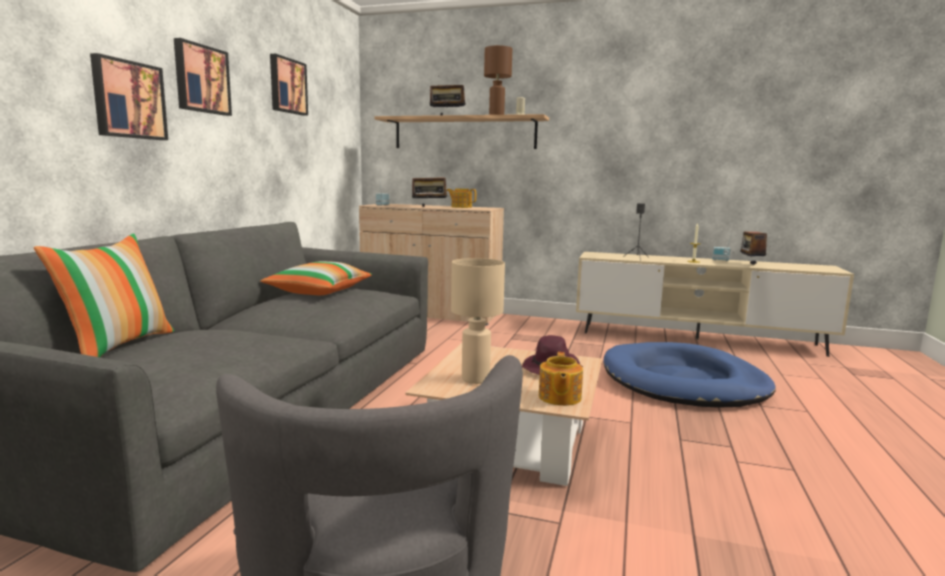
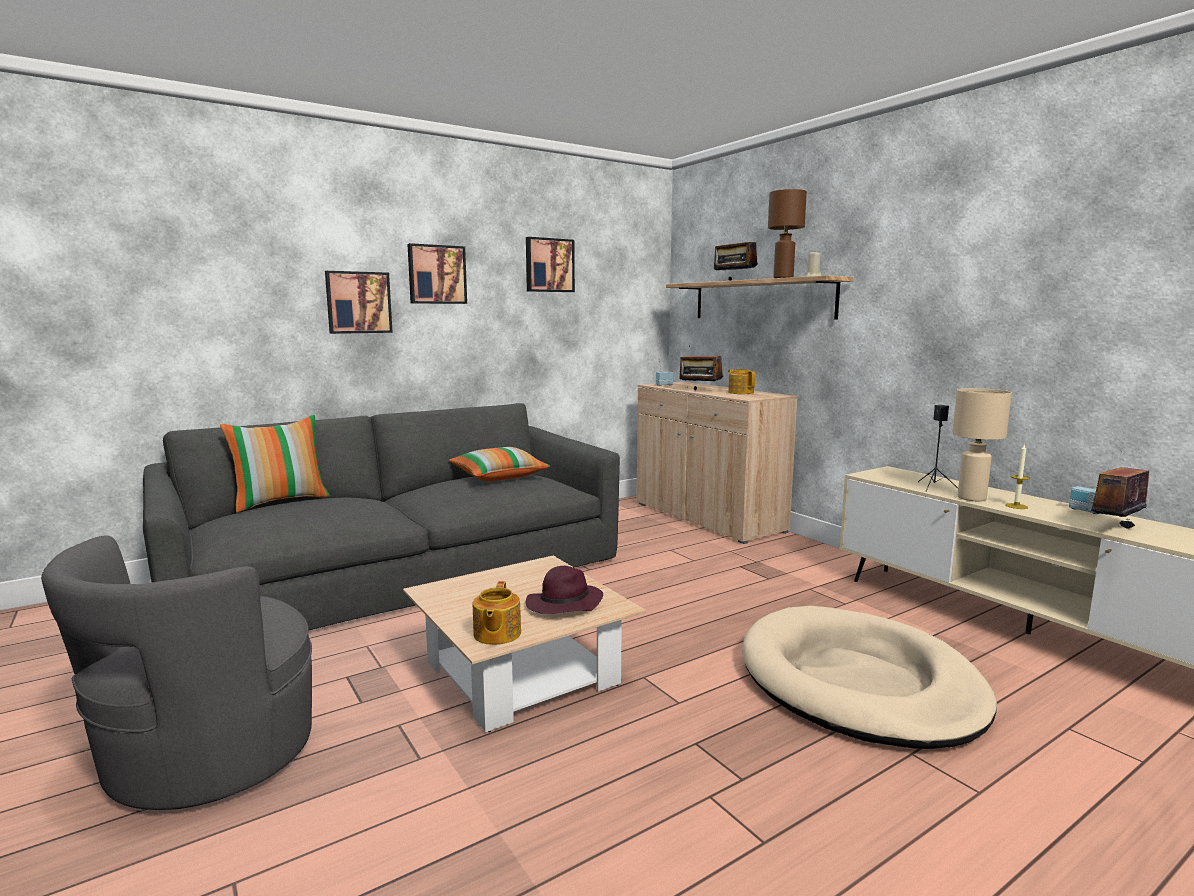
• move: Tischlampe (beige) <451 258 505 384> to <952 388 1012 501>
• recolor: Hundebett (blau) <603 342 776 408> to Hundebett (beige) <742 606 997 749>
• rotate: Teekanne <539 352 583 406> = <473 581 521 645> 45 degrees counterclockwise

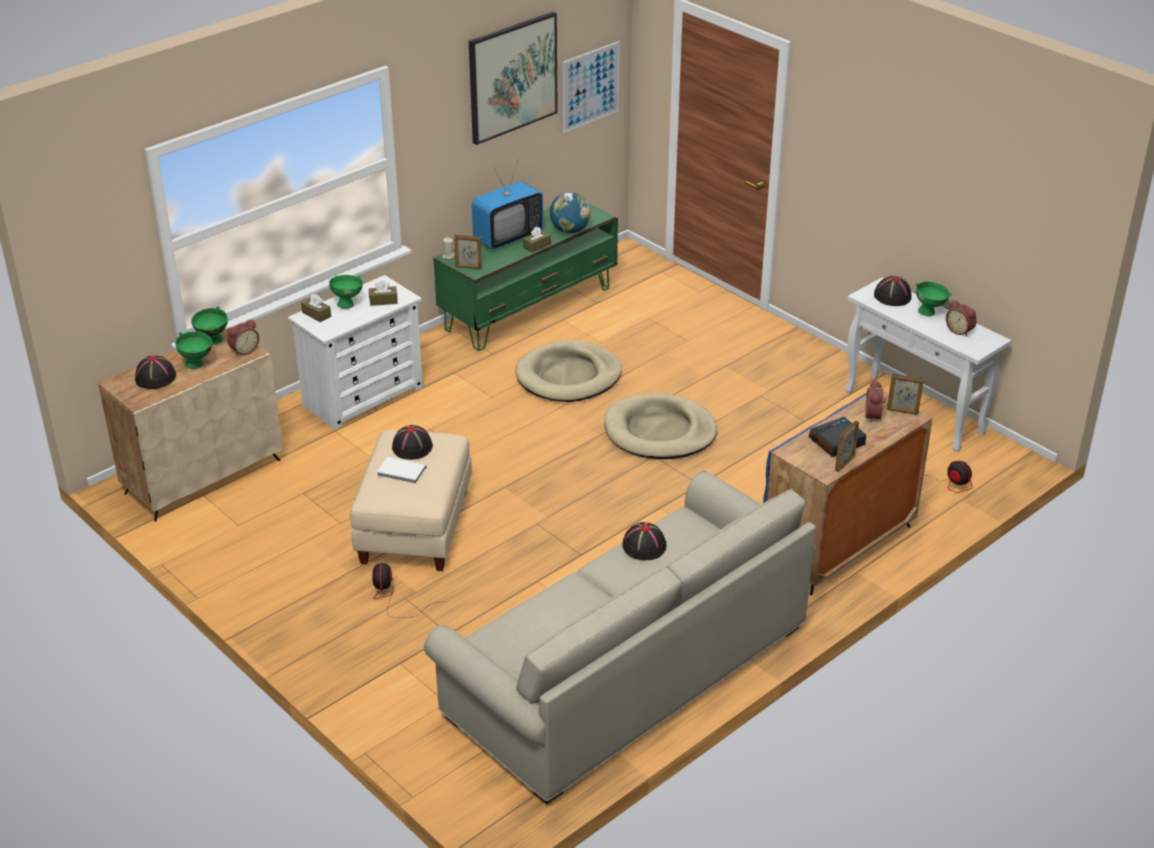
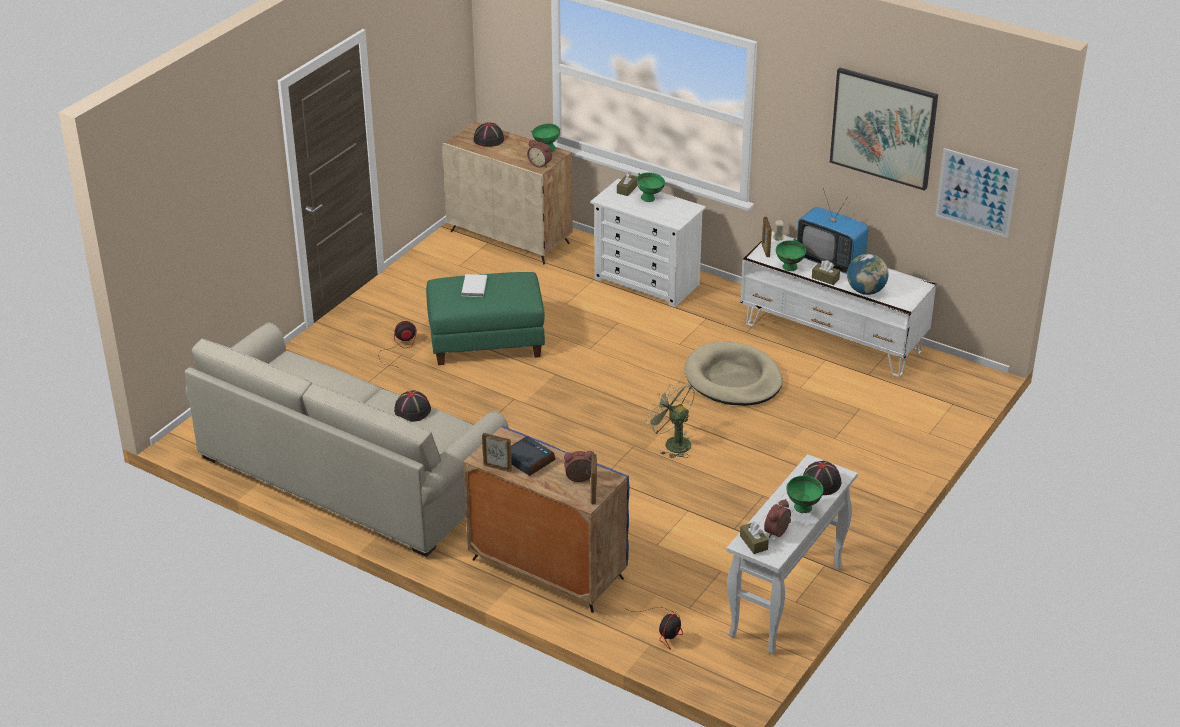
• recolor: Fernsehschrank (grün) <434 203 618 351> to Fernsehschrank (weiß) <740 231 936 377>
• move: Taschentuchbox (braun) <369 280 398 306> to <740 521 769 554>
• move: Schüssel (grün) <175 331 212 369> to <776 239 806 271>
• replace: Hundebett (beige) <604 393 717 459> to Ventilator (grün) <646 380 695 458>
• delete: Hut (schwarz) <392 425 433 460>
• recolor: Polsterhocker (beige) <350 430 472 571> to Polsterhocker (grün) <426 272 545 365>

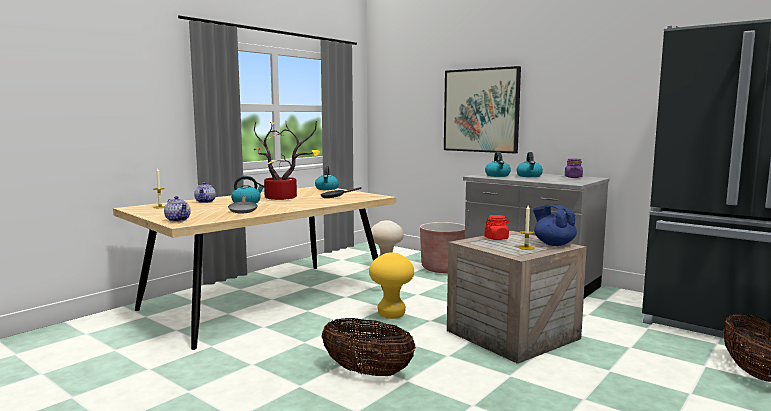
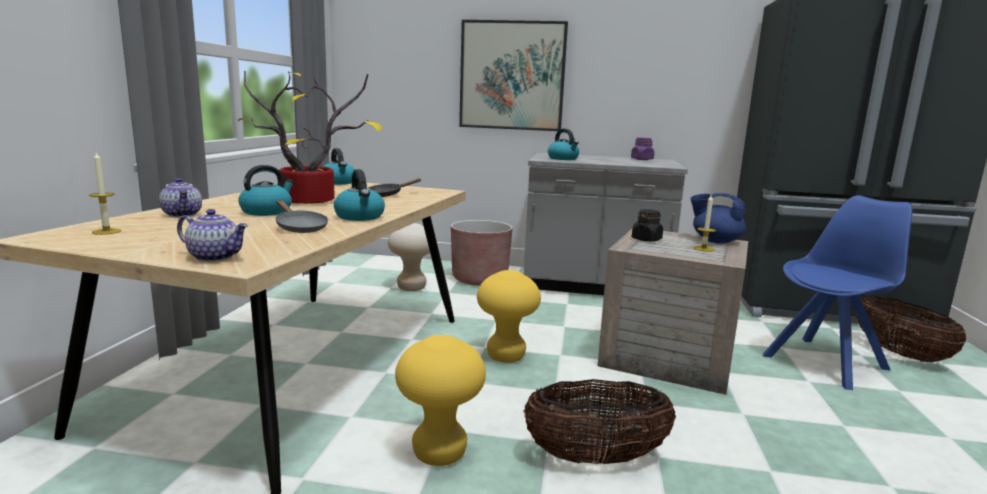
• move: Wasserkessel <517 152 543 177> to <334 169 385 221>
• recolor: Vorratsglas (rot) <485 215 509 240> to Vorratsglas (schwarz) <632 209 663 242>
• insert: Stuhl (blau) <763 195 912 390>
• insert: Hocker (gelb) <395 335 486 466>

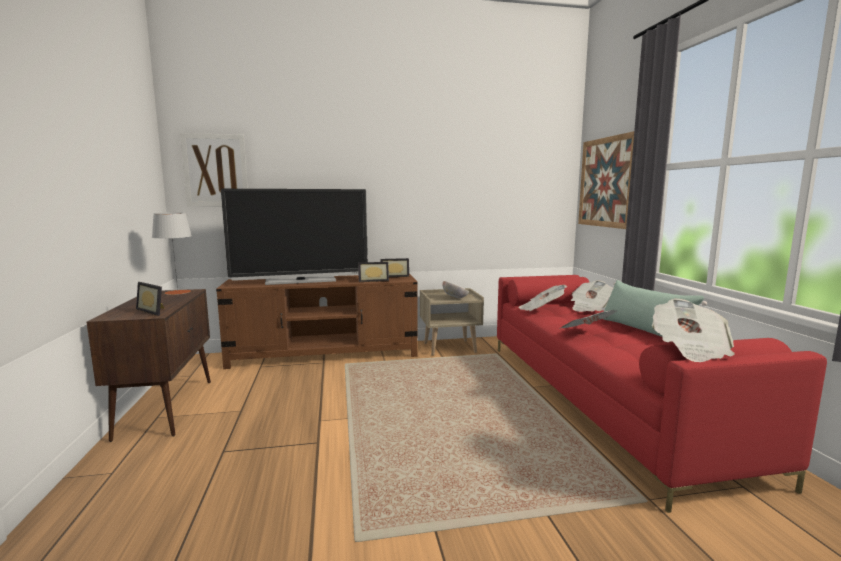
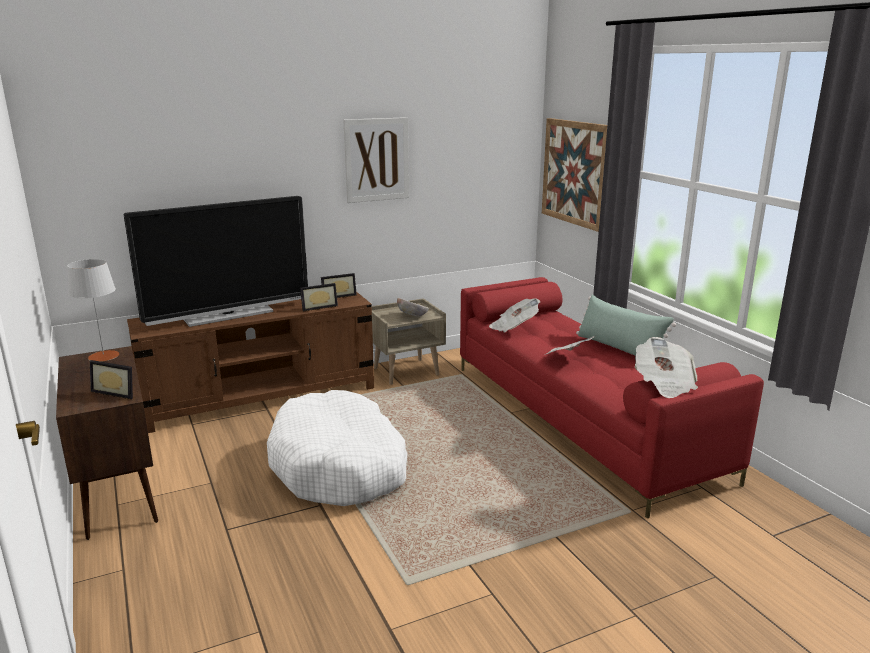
• move: Bild <180 133 248 207> to <344 117 409 203>
• delete: Zeitung <571 281 613 312>
• insert: Hundebett (weiß) <267 390 408 506>

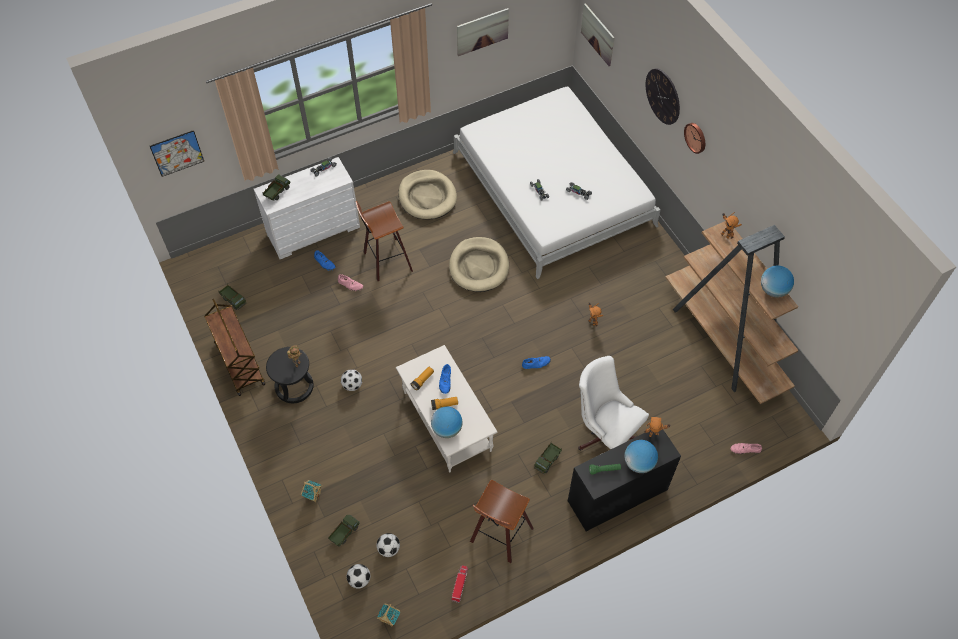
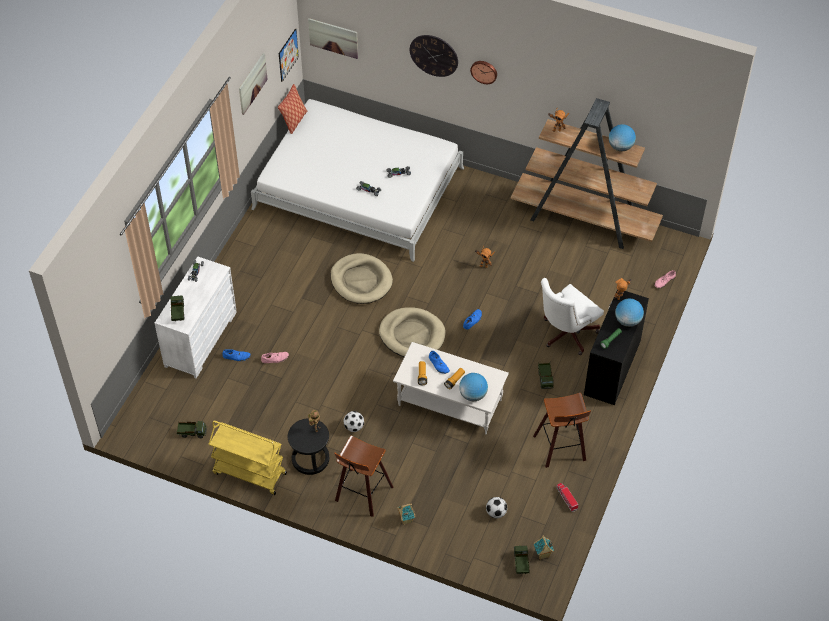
• move: Bild <150 130 204 177> to <279 28 299 82>
• move: Hundebett (beige) <398 170 457 220> to <379 307 446 357>
• move: Hocker <356 201 413 281> to <334 436 393 517>
• recolor: Rollwagen (braun) <204 299 265 396> to Rollwagen (gelb) <209 421 287 495>
• rotate: Bürostuhl (weiß) <578 356 649 450> = <541 278 604 355> 45 degrees counterclockwise
• move: Spielzeuglaster <328 515 360 547> to <514 545 530 574>
• delete: Fußball <347 564 370 589>
• insert: Kissen <278 84 307 134>

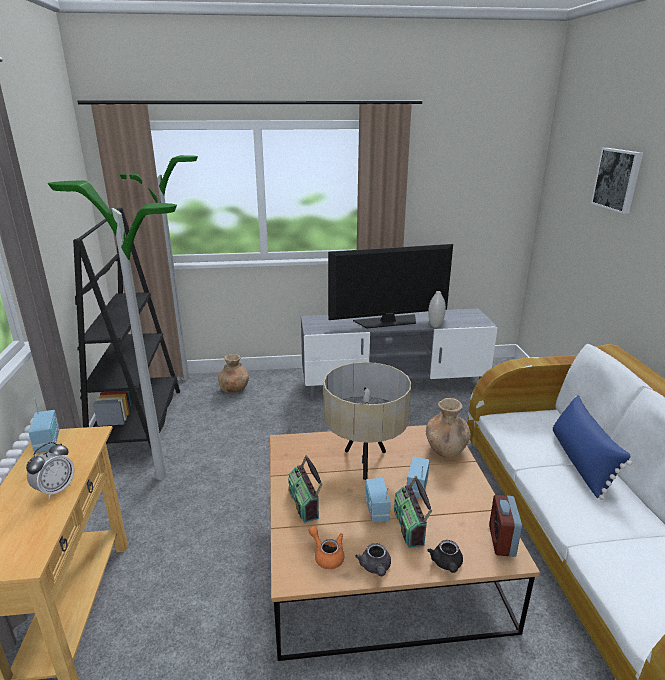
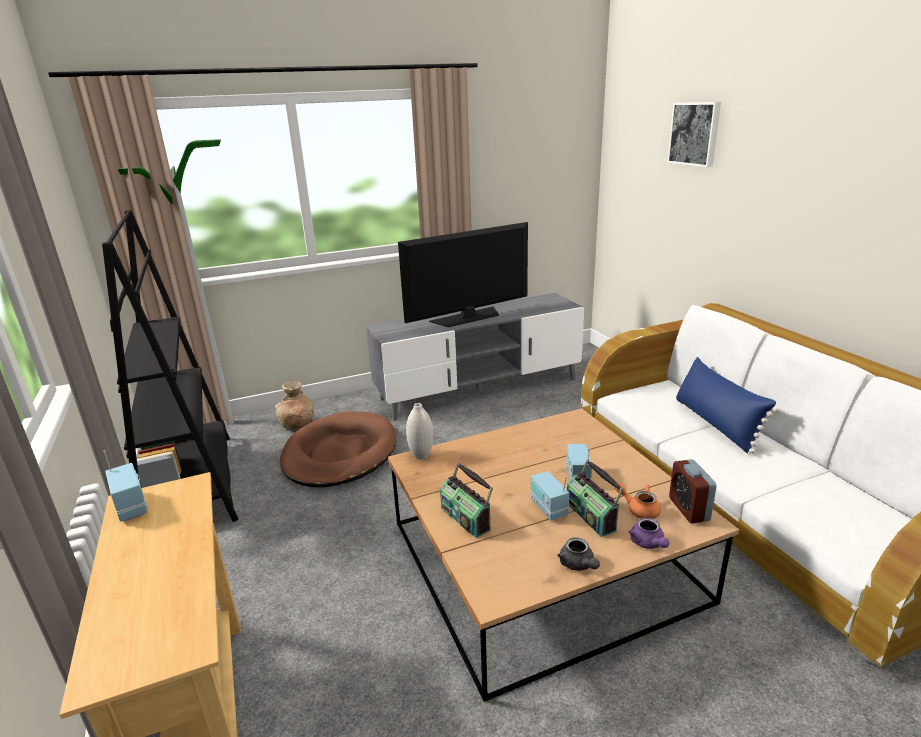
• delete: Stehlampe <48 180 177 480>
• move: Vase (weiß) <428 291 446 328> to <406 403 434 460>
• delete: Tischlampe (beige) <323 362 411 480>
• delete: Vase (braun) <426 398 471 458>
• delete: Wecker <26 442 74 499>
• move: Teekanne (orange) <309 526 344 569> to <615 483 661 519>
• recolor: Teekanne (schwarz) <427 540 463 573> to Teekanne (lila) <628 517 670 549>
• insert: Hundebett (braun) <280 411 396 487>

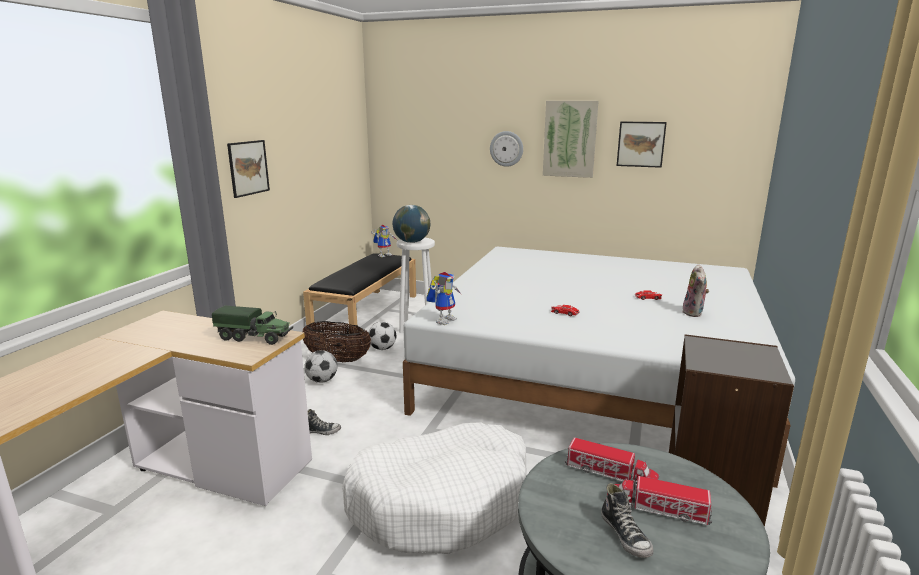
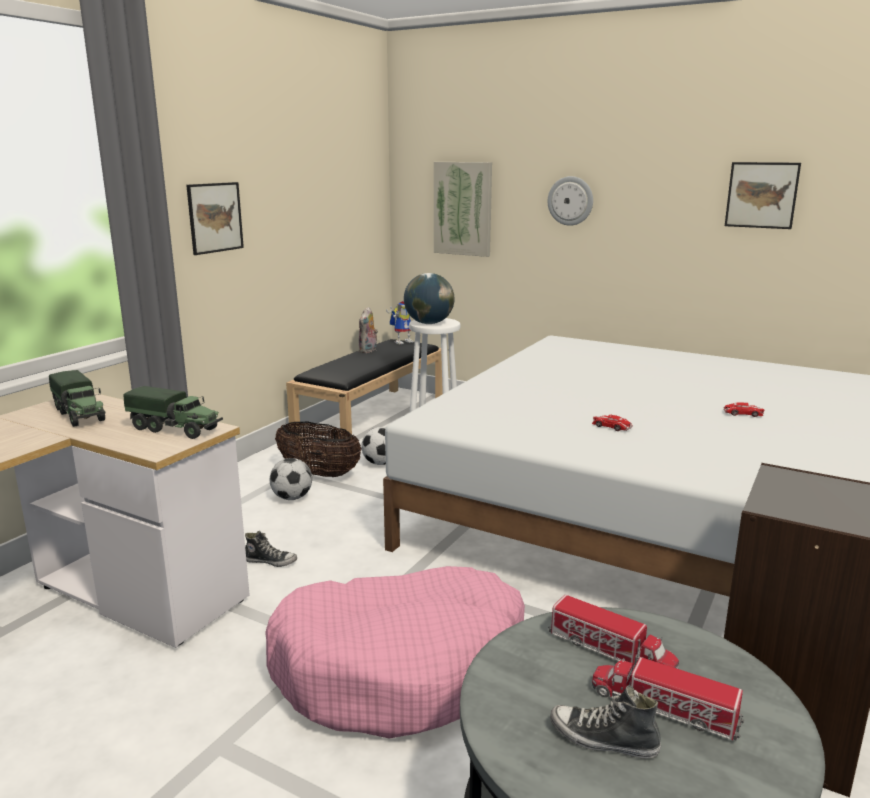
• move: Bild <543 101 599 178> to <434 162 492 257>
• move: Plüschtier <683 264 709 317> to <359 307 378 353>
• delete: Spielzeugroboter <427 272 461 325>
• recolor: Hundebett (weiß) <342 422 527 554> to Hundebett (rosa) <265 566 525 738>
• rotate: Schuh <601 483 653 558> = <550 686 661 759> 120 degrees clockwise
• insert: Spielzeuglaster <49 370 106 427>

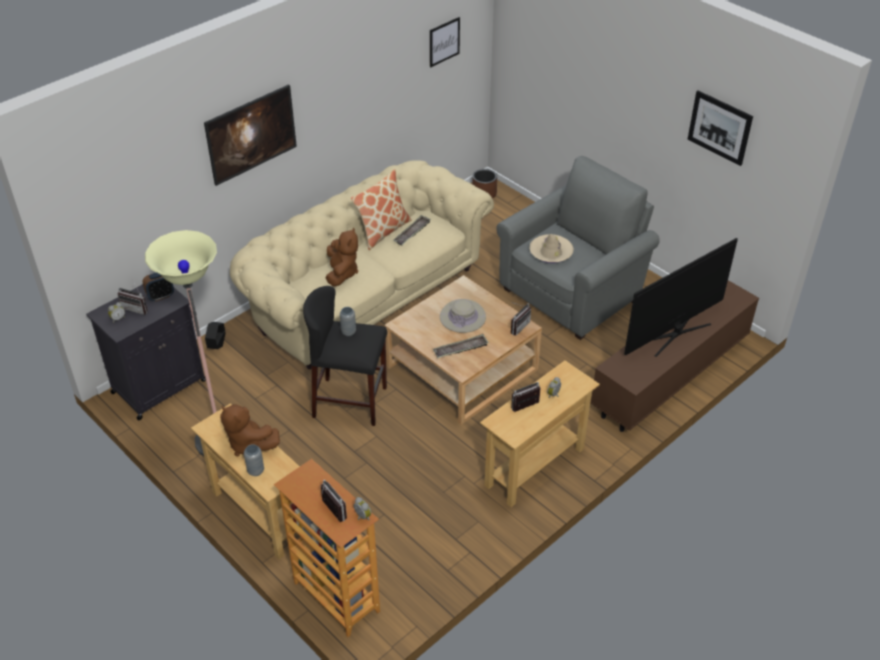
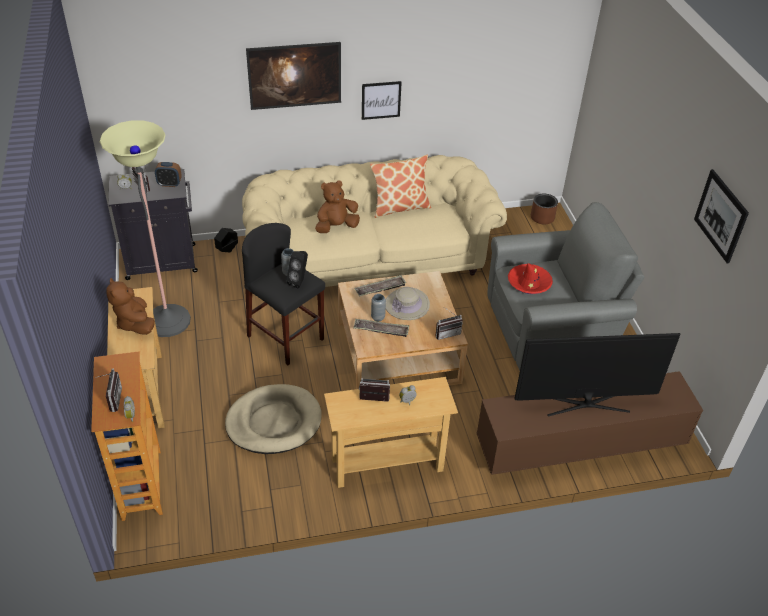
• move: Bild <430 17 460 67> to <362 81 402 120>
• move: Tablett <393 215 431 246> to <354 275 406 297>
• rotate: Plüschtier (braun) <326 227 358 287> = <315 180 360 233> 150 degrees counterclockwise
• recolor: Hut (beige) <529 234 574 263> to Hut (rot) <508 263 553 294>
• move: Vase (grau) <244 444 264 476> to <371 294 386 321>
• insert: Lautsprecher (schwarz) <286 251 308 288>
• insert: Hundebett (beige) <225 384 322 454>

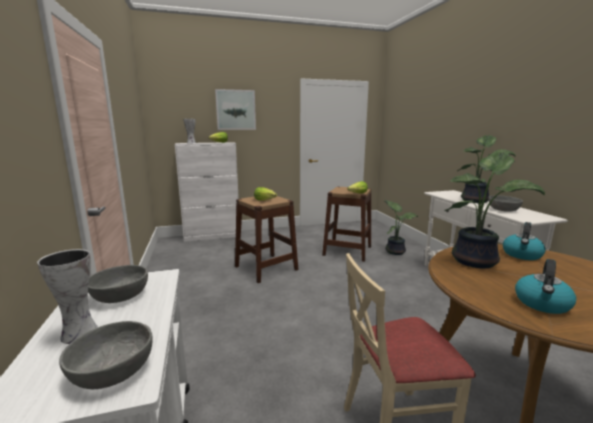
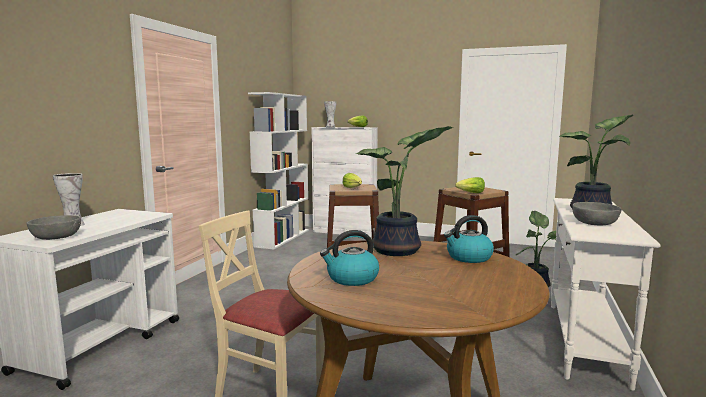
• delete: Bild <215 89 256 130>
• delete: Schüssel (grau) <88 265 148 303>
• insert: Bücherregal (weiß) <248 92 309 249>

